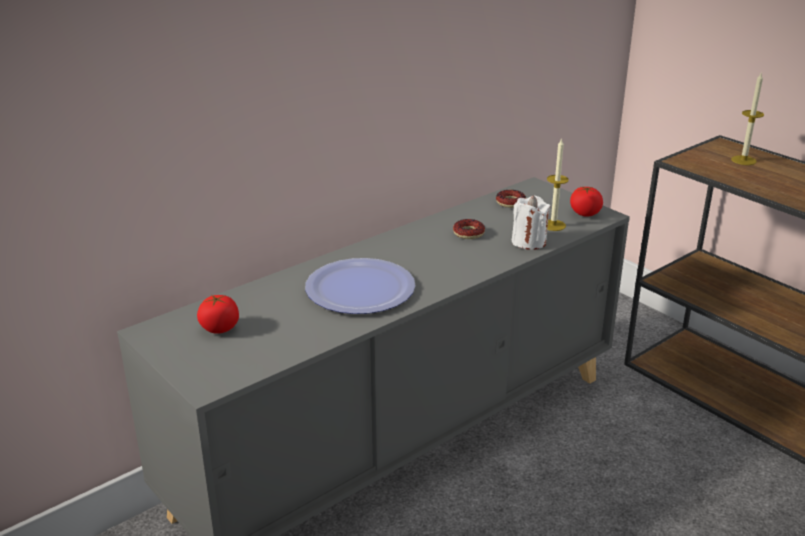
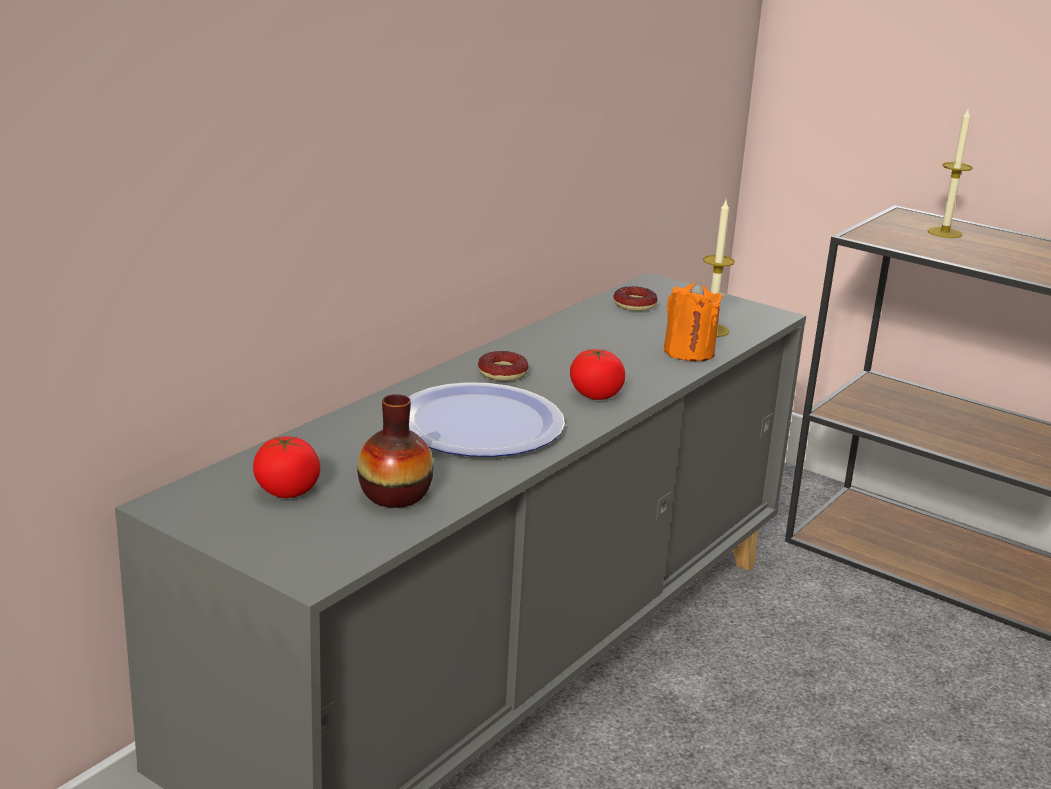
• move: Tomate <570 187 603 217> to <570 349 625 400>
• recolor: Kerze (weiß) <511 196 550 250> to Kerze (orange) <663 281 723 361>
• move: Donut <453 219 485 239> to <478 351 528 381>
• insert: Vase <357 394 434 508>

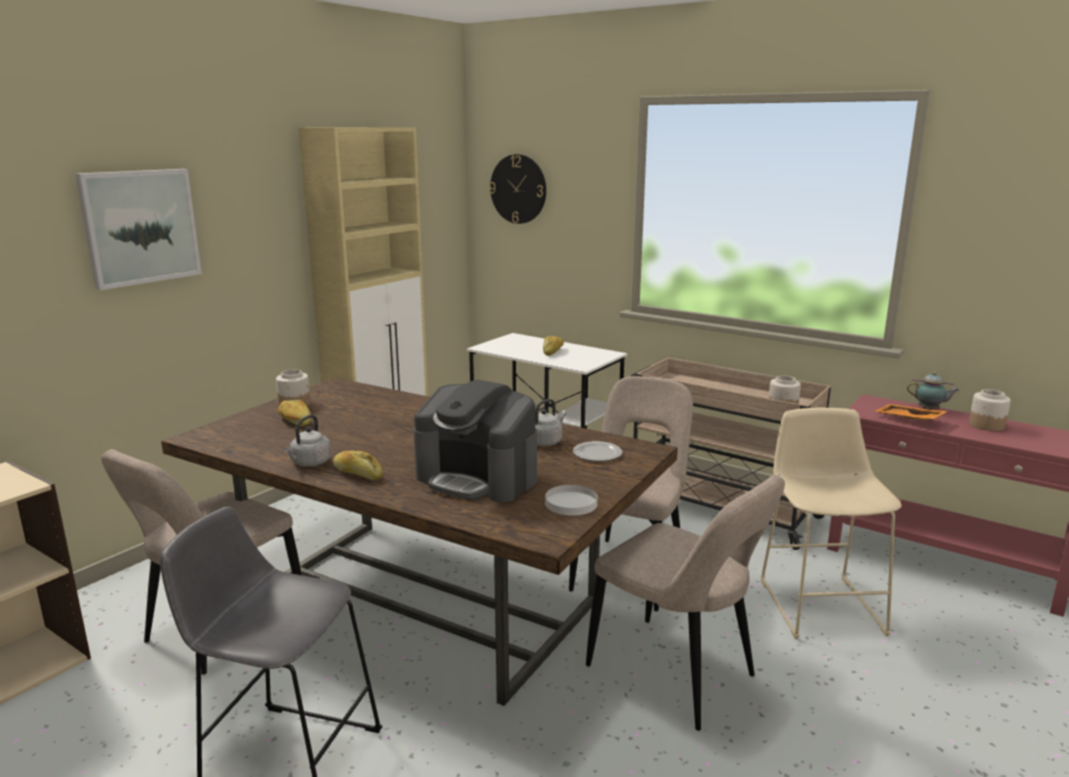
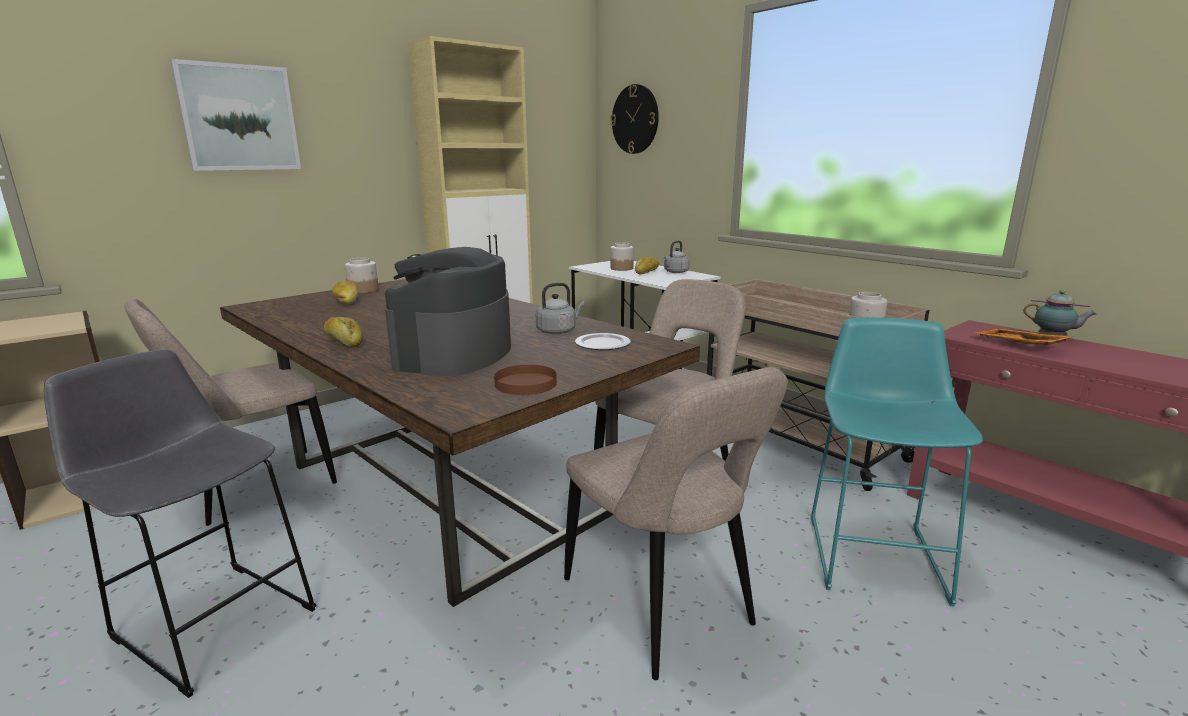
• rotate: Kaffeemaschine <413 379 537 502> = <385 247 511 376> 60 degrees clockwise
• move: Vorratsglas <969 389 1011 431> to <610 242 634 271>
• recolor: Hocker (beige) <761 407 902 639> to Hocker (türkis) <811 317 983 607>
• move: Wasserkessel (grau) <284 415 331 467> to <663 241 690 273>
• recolor: Teller (weiß) <545 485 598 516> to Teller (braun) <494 365 557 395>

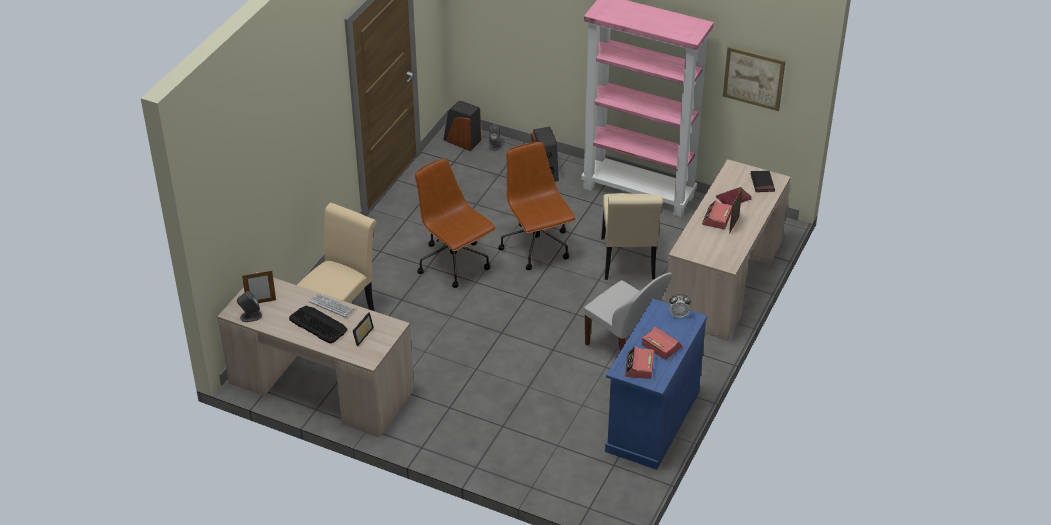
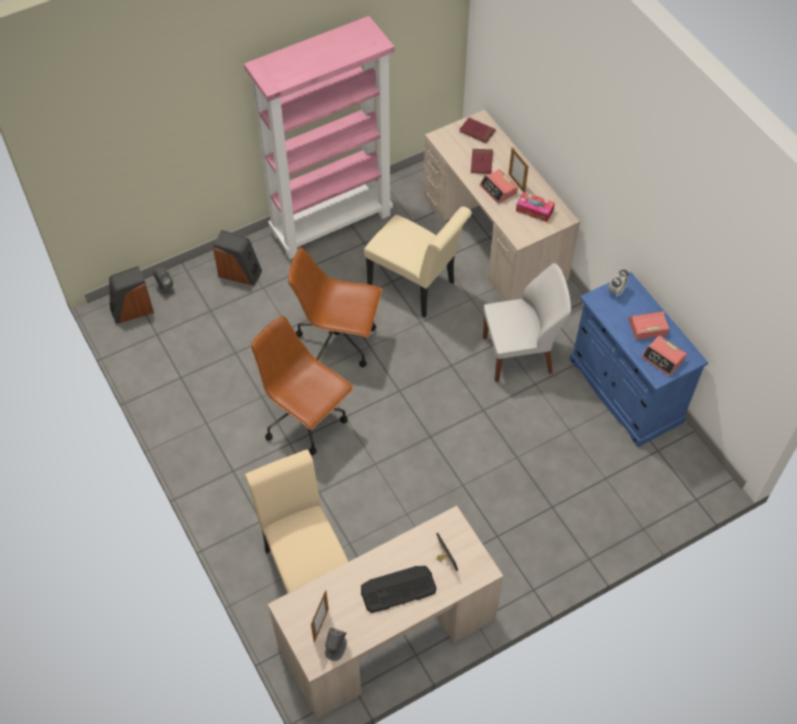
• delete: Bild <723 46 785 111>
• rotate: Bürostuhl (braun) <415 158 496 288> = <251 316 354 455> 45 degrees clockwise
• recolor: Buch (schwarz) <750 171 775 192> to Buch (rot) <459 118 496 143>
• delete: Tastatur <309 293 354 318>
• insert: Taschentuchbox <516 192 555 222>

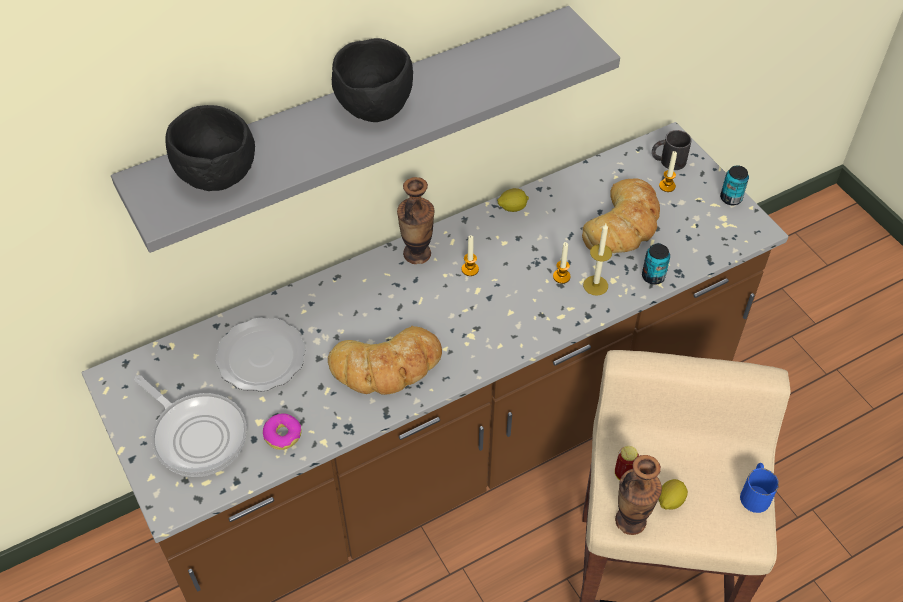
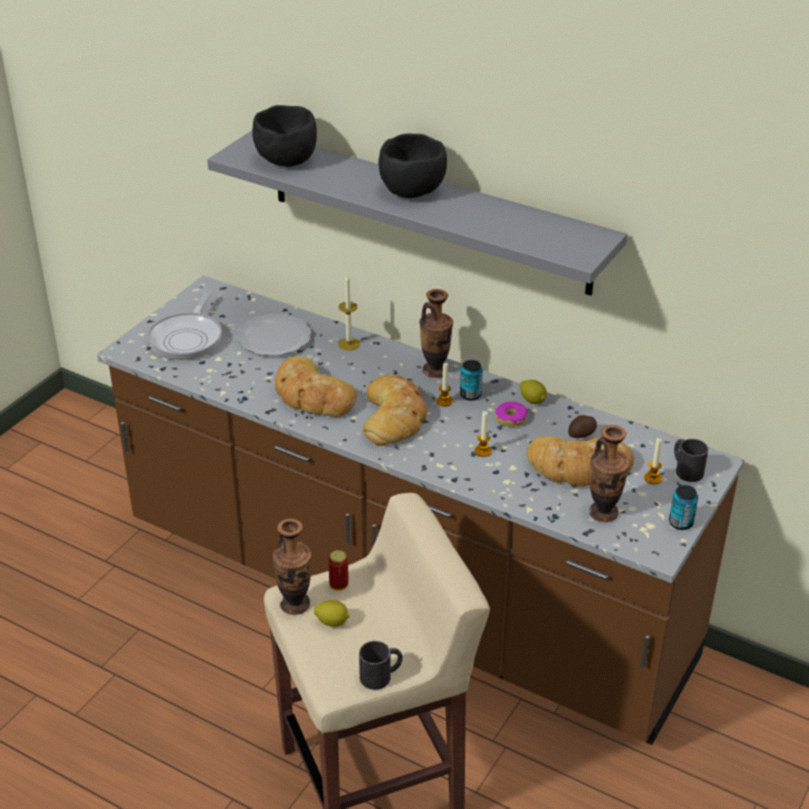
• move: Kerze <583 224 612 296> to <338 275 360 351>
• move: Dose <642 244 670 285> to <460 360 483 401>
• move: Donut <263 413 302 450> to <495 401 528 427>
• recolor: Henkelbecher (blau) <740 463 779 513> to Henkelbecher (schwarz) <359 641 403 690>
• insert: Brot <363 374 427 446>
• insert: Kartoffel <568 415 597 438>
• insert: Vase <589 425 630 522>

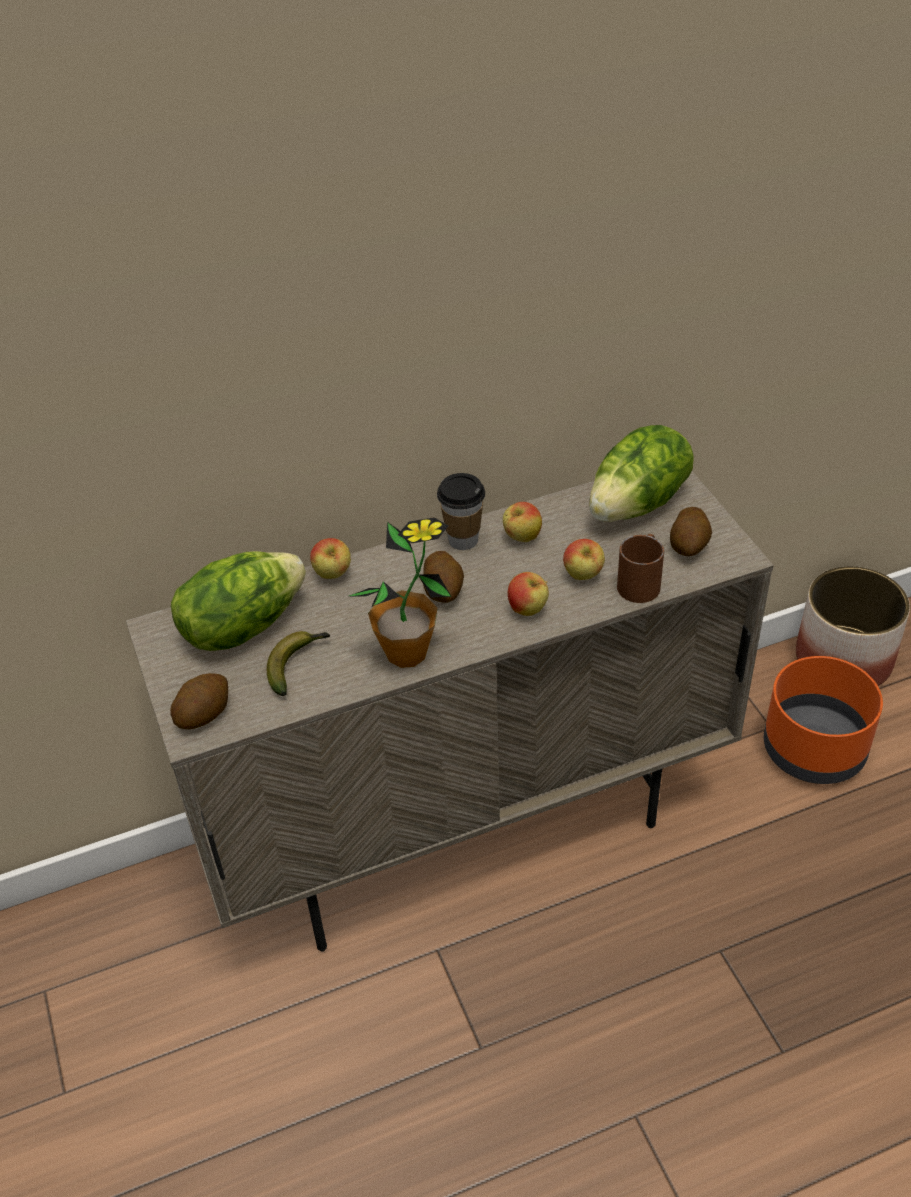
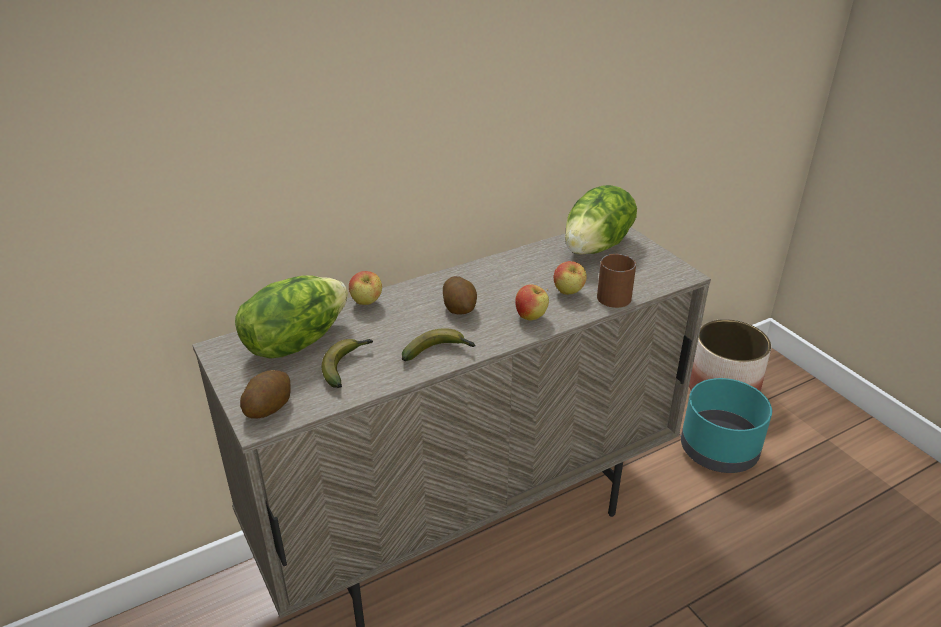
• delete: Tasse <437 473 485 550>
• delete: Apfel <503 502 542 542>
• delete: Kartoffel <670 507 712 556>
• replace: Topfpflanze <349 517 451 668> to Banane <402 328 476 361>
• recolor: Pflanzkübel (orange) <764 656 883 784> to Pflanzkübel (türkis) <681 378 772 473>

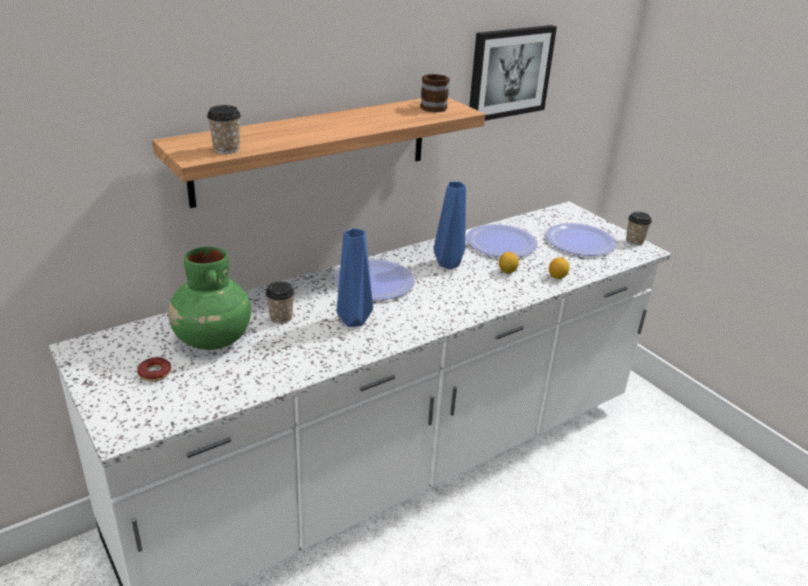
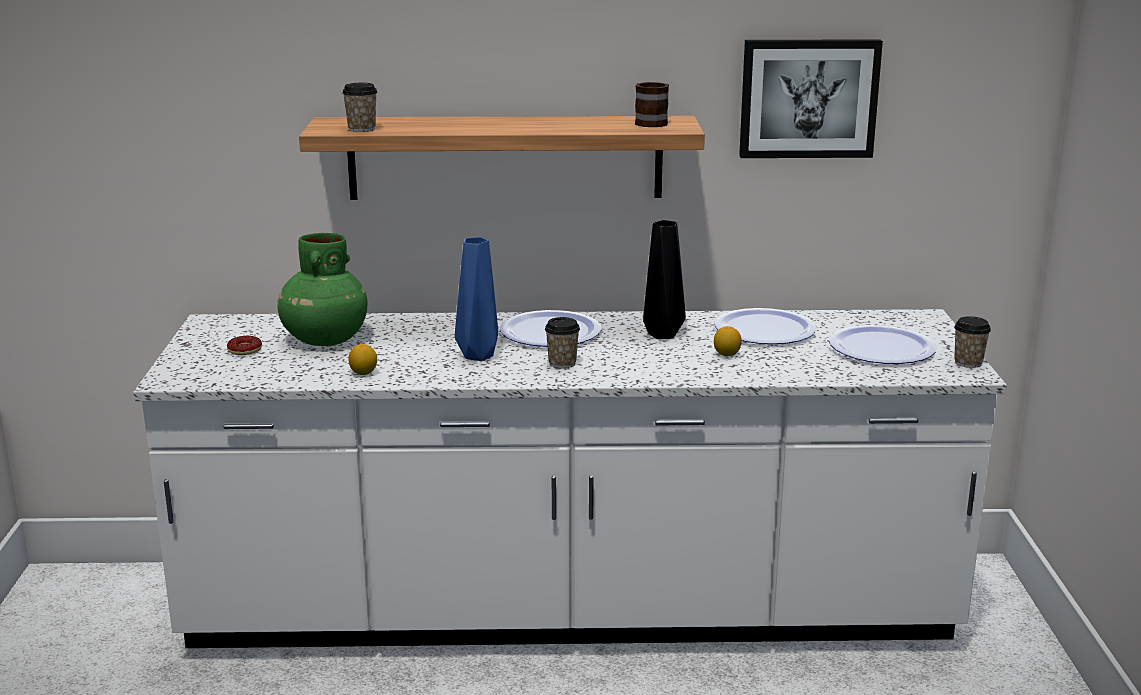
• recolor: Vase (blau) <434 182 466 269> to Vase (schwarz) <643 220 686 339>
• move: Zitrone <549 257 569 279> to <348 344 377 375>
• move: Tasse <265 281 295 324> to <545 317 580 369>

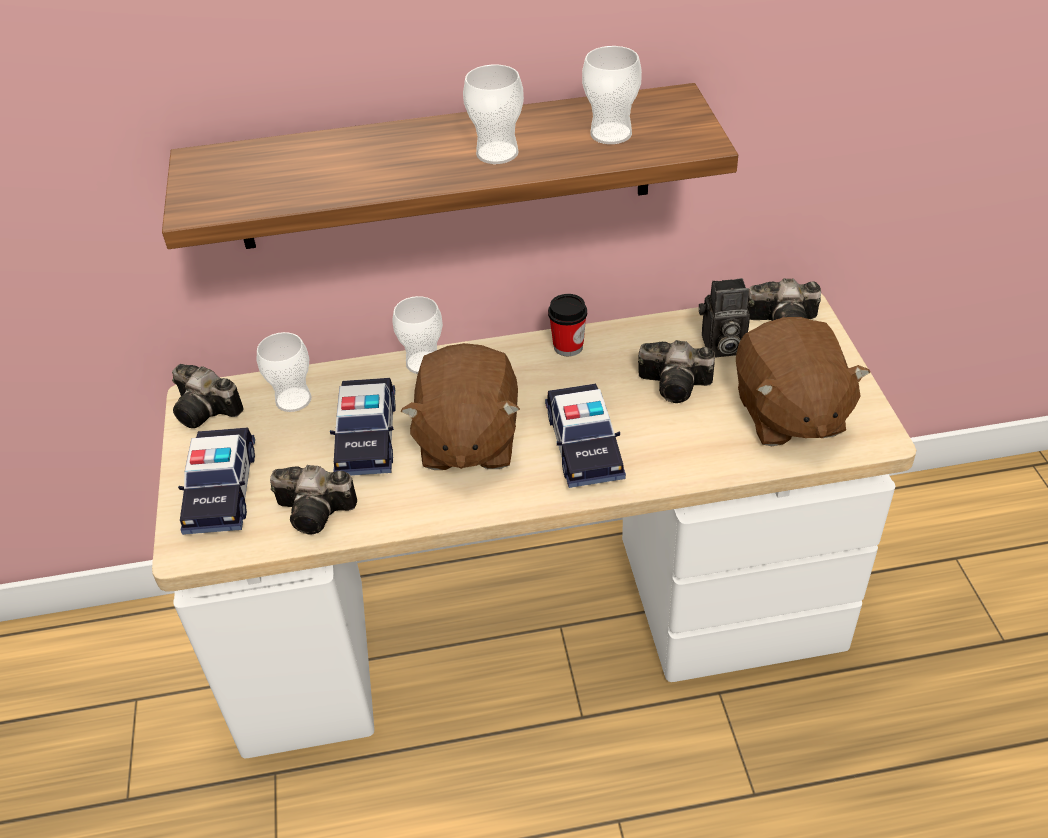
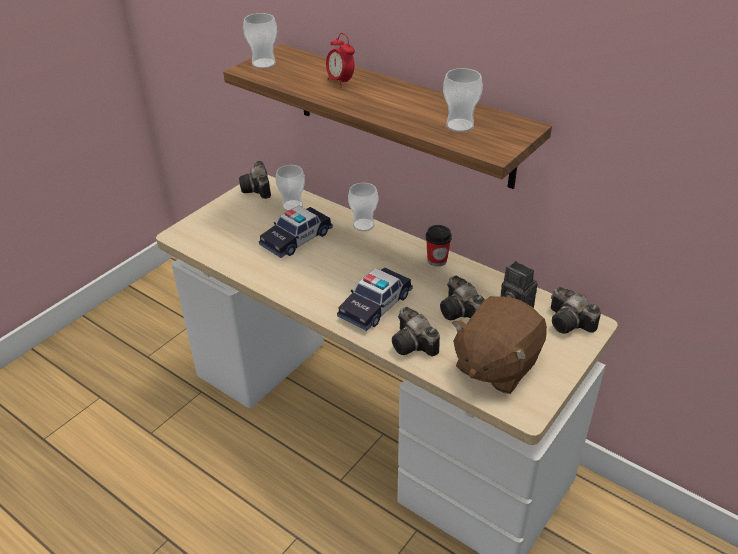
• move: Tasse <463 64 524 164> to <243 13 277 69>
• delete: Plüschtier (braun) <401 343 520 470>
• delete: Spielzeugauto <178 427 255 535>
• move: Kamera <270 465 357 534> to <392 307 440 357>
• insert: Wecker <326 33 355 87>

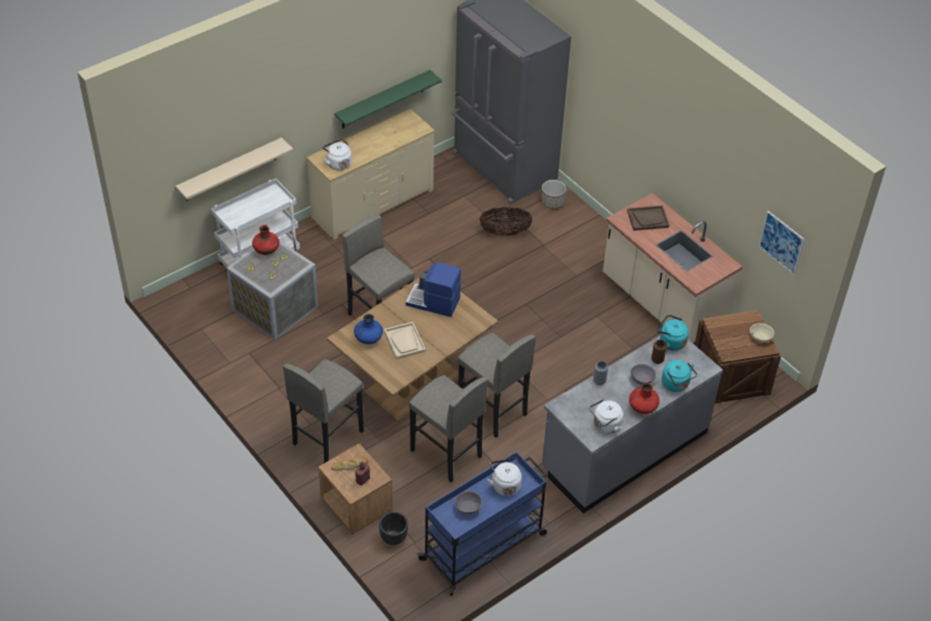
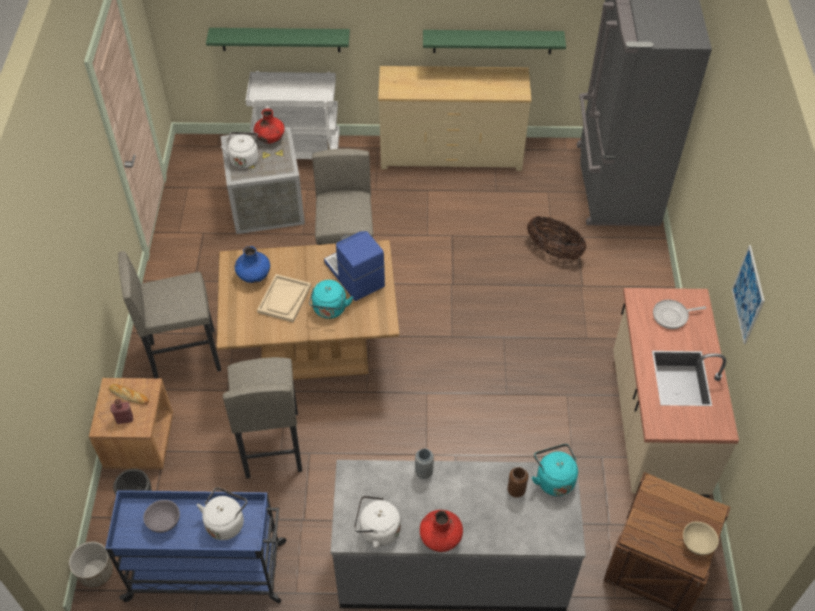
• recolor: Wandregal (beige) <175 137 293 201> to Wandregal (grün) <206 28 350 52>
• move: Wasserkessel (weiß) <323 139 352 171> to <221 132 258 168>
• move: Pflanzkübel <542 180 566 209> to <69 542 113 588>
• replace: Tablett (braun) <627 205 669 231> to Pfanne <653 300 706 329>
• move: Bild <758 211 805 275> to <732 245 765 344>
• delete: Hocker (grau) <458 333 536 438>
• move: Wasserkessel (türkis) <662 360 697 392> to <309 280 353 319>
• delete: Schüssel (grau) <630 364 656 385>

